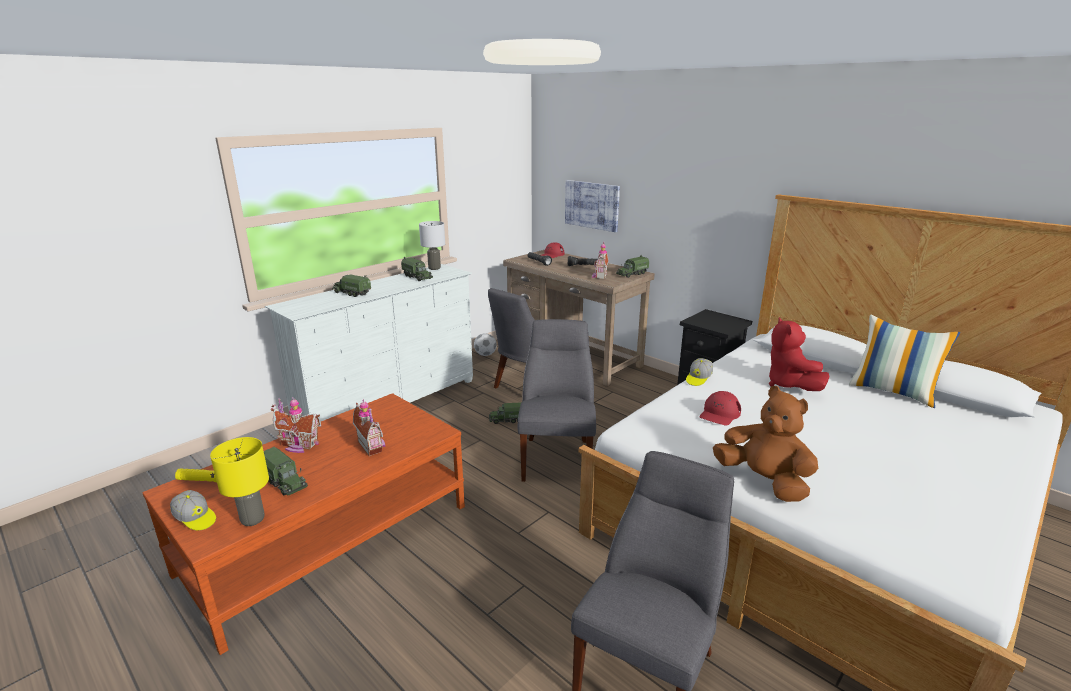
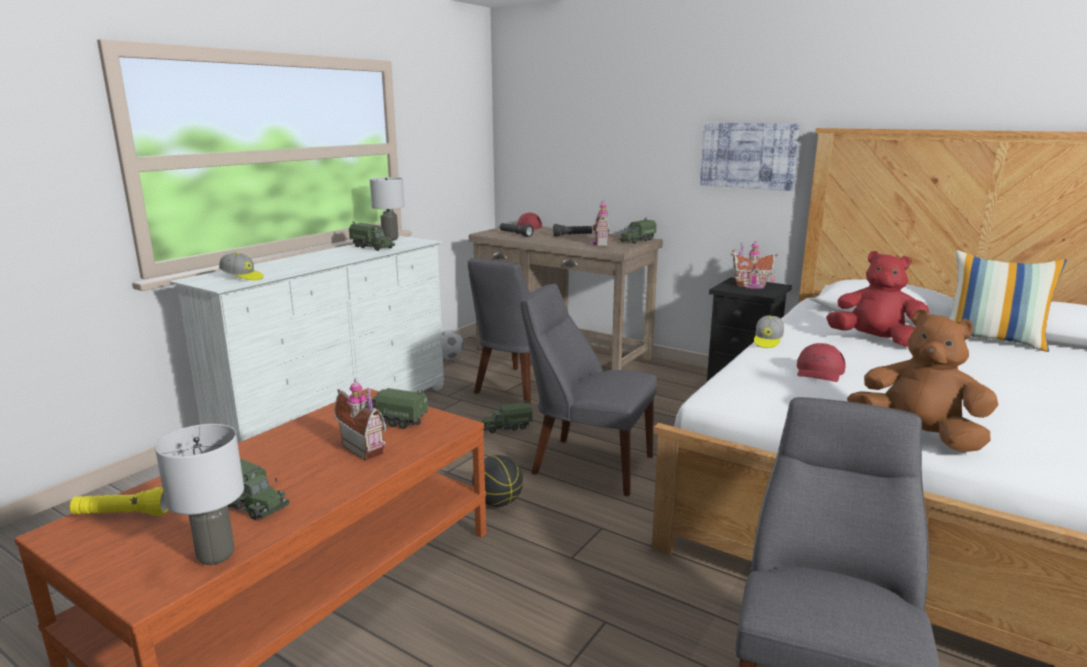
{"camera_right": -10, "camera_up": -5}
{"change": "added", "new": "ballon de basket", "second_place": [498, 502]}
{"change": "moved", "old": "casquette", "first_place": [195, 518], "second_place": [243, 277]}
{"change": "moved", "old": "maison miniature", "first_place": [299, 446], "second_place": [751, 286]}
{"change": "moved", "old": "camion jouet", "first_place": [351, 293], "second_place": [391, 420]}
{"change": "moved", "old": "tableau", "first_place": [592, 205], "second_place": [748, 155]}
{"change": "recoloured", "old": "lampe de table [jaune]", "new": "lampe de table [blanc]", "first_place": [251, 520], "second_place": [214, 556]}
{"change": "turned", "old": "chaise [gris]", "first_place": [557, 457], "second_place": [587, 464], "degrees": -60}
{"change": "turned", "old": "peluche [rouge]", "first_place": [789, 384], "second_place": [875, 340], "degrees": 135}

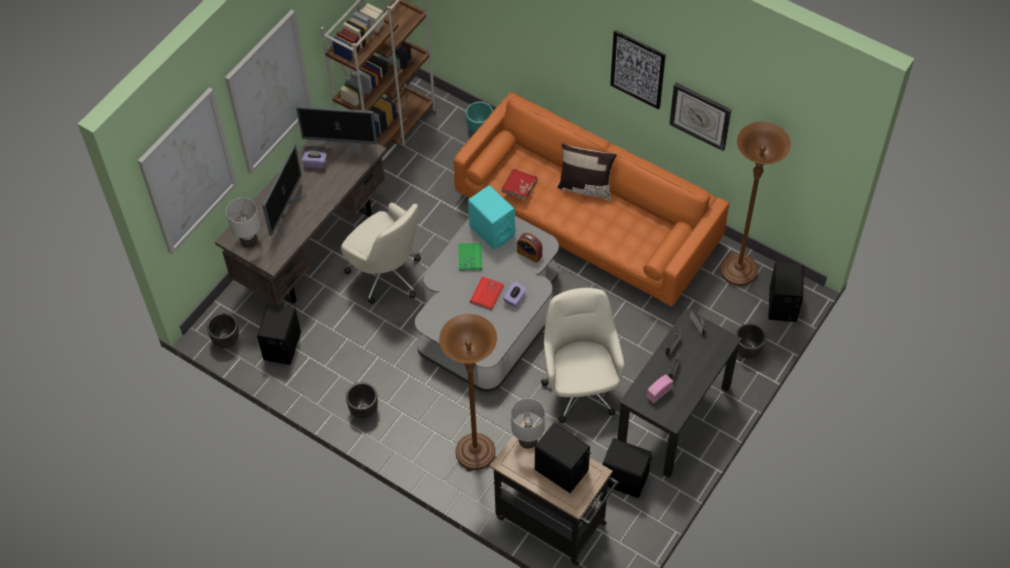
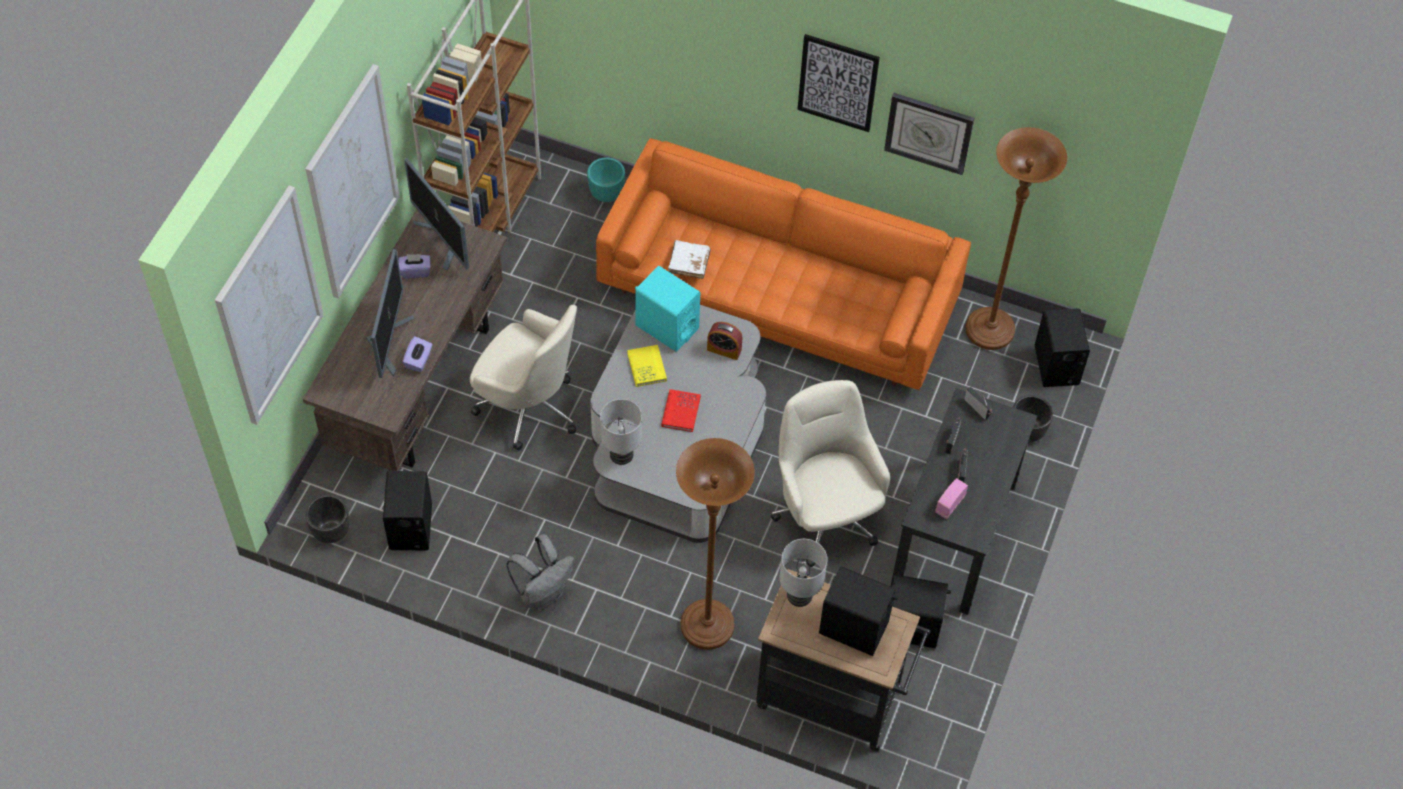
{"camera_right": -15, "camera_up": 0}
{"change": "removed", "old": "coussin", "first_place": [585, 188]}
{"change": "moved", "old": "lampe de table [gris]", "first_place": [248, 240], "second_place": [621, 454]}
{"change": "moved", "old": "boîte à mouchoirs [violet]", "first_place": [515, 298], "second_place": [419, 360]}
{"change": "replaced", "old": "cache-pot [noir]", "new": "sac à dos [gris]", "first_place": [364, 409], "second_place": [543, 593]}
{"change": "recoloured", "old": "livre [vert]", "new": "livre [jaune]", "first_place": [470, 258], "second_place": [646, 367]}
{"change": "recoloured", "old": "livre [rouge]", "new": "livre [blanc]", "first_place": [519, 188], "second_place": [688, 265]}
{"change": "turned", "old": "écran d'ordinateur", "first_place": [341, 145], "second_place": [444, 241], "degrees": 60}

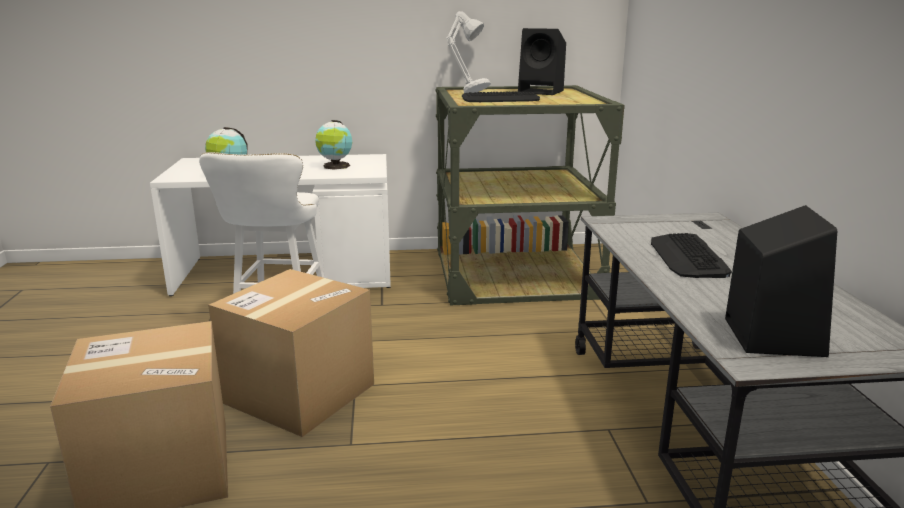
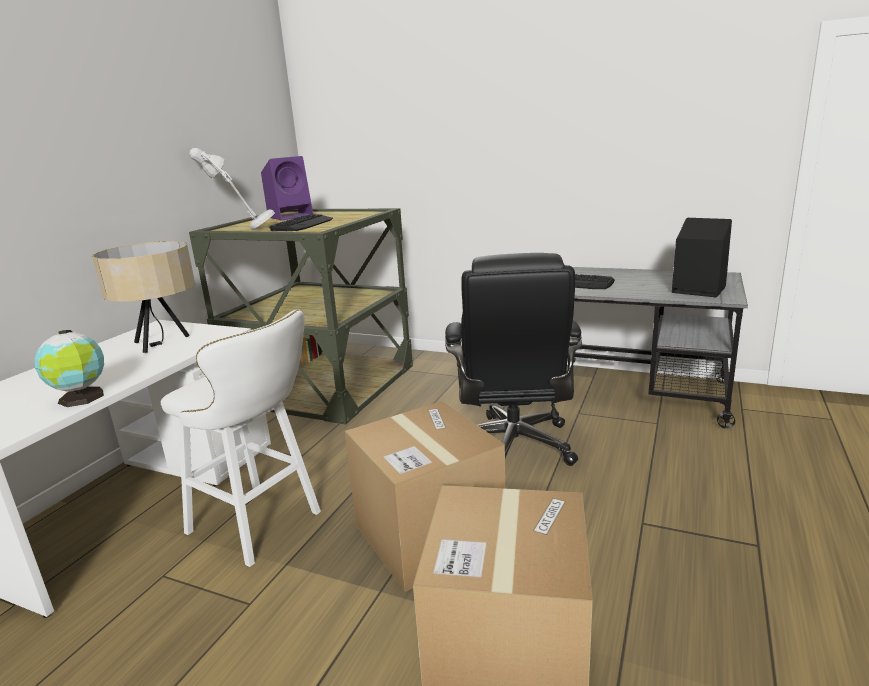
{"camera_right": -60, "camera_up": 0}
{"change": "added", "new": "chaise de bureau [noir]", "second_place": [513, 446]}
{"change": "replaced", "old": "globe", "new": "lampe de table [beige]", "first_place": [335, 166], "second_place": [162, 343]}
{"change": "recoloured", "old": "enceinte [noir]", "new": "enceinte [violet]", "first_place": [542, 92], "second_place": [291, 216]}

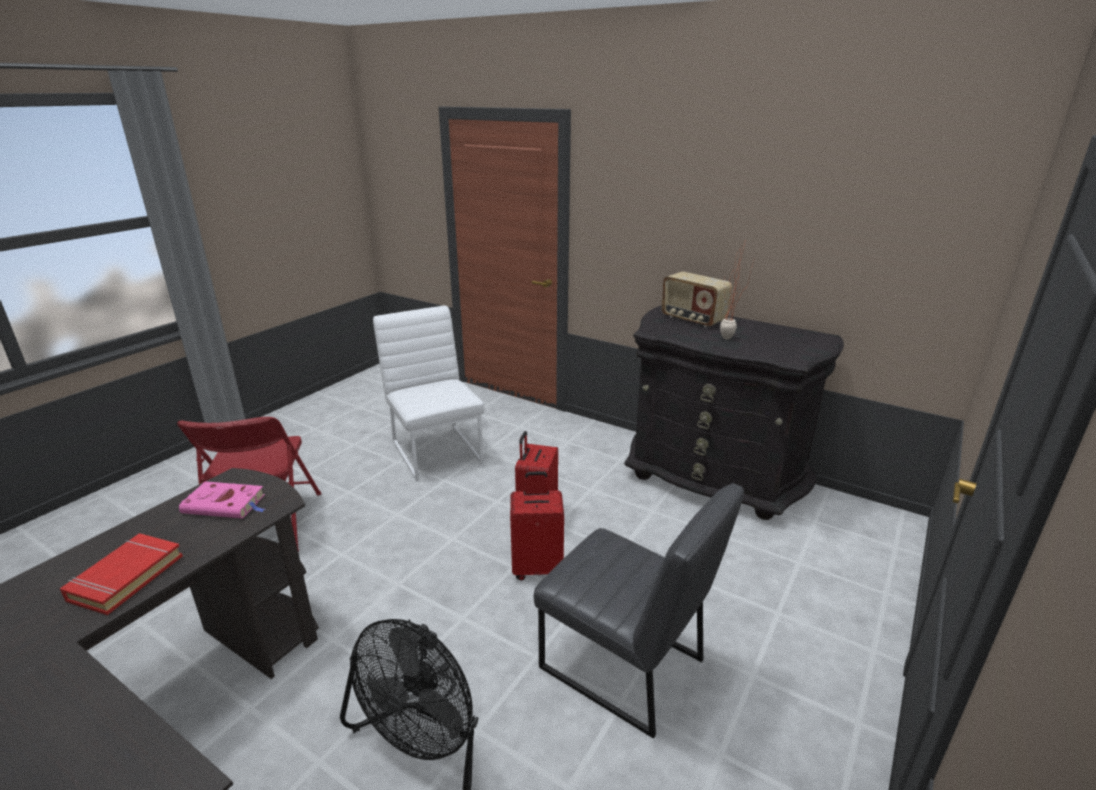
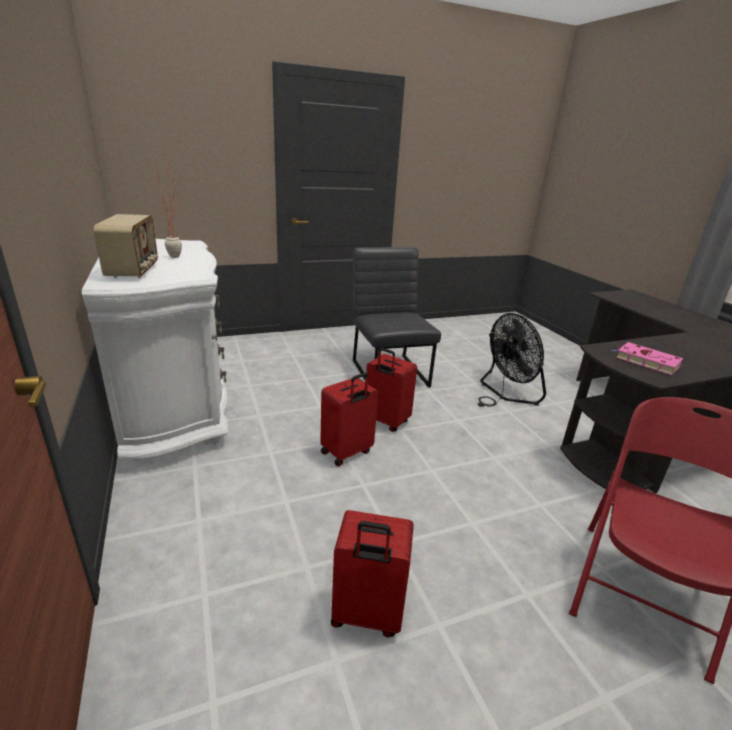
{"camera_right": -145, "camera_up": 0}
{"change": "removed", "old": "livre [rouge]", "first_place": [125, 577]}
{"change": "replaced", "old": "chaise [blanc]", "new": "valise [rouge]", "first_place": [436, 450], "second_place": [366, 615]}
{"change": "recoloured", "old": "commode [noir]", "new": "commode [blanc]", "first_place": [711, 480], "second_place": [176, 411]}

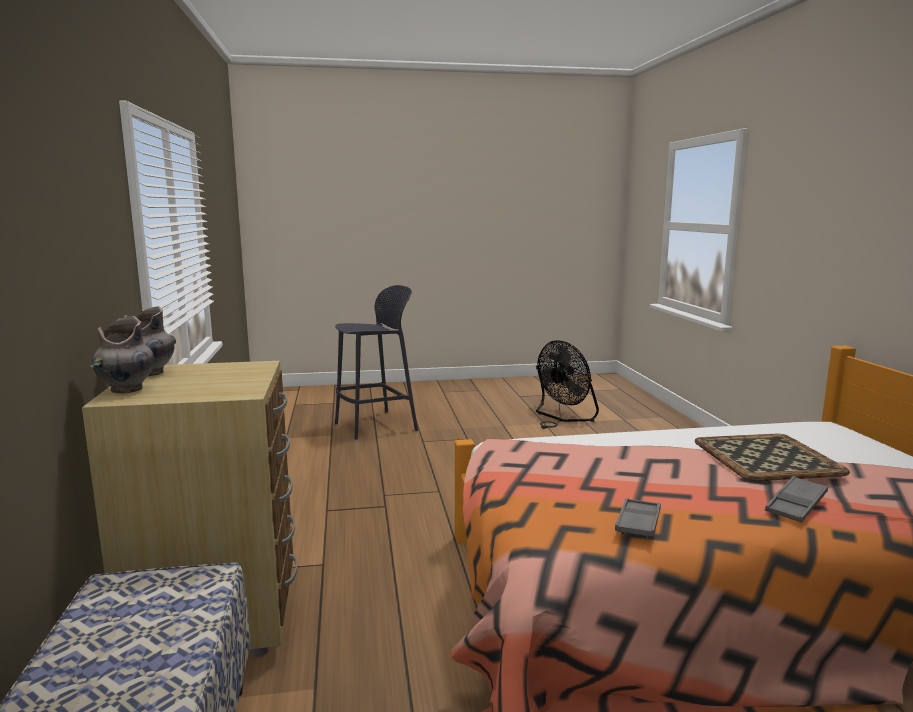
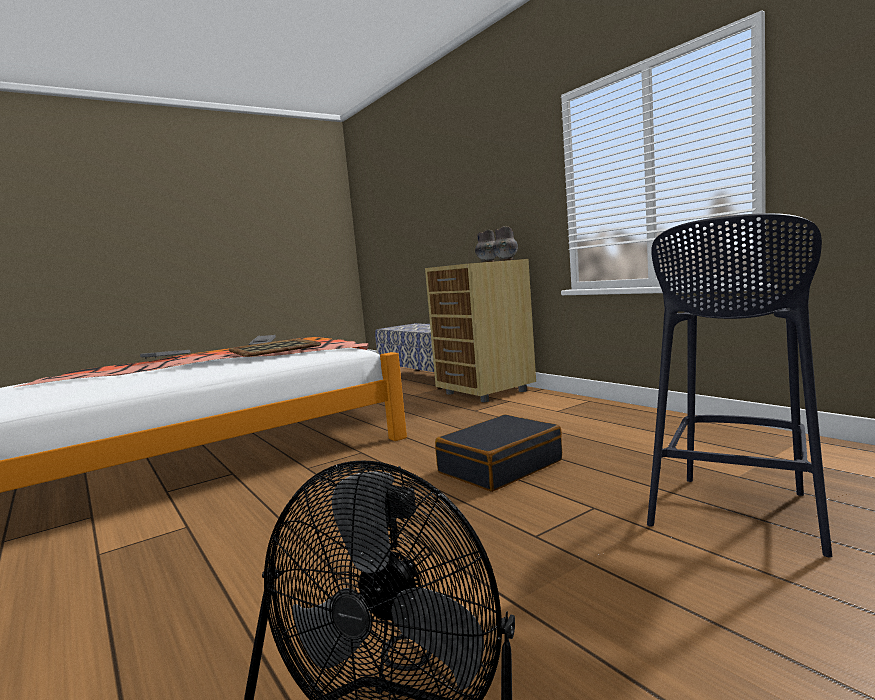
{"camera_right": 155, "camera_up": -5}
{"change": "added", "new": "valise [noir]", "second_place": [499, 467]}
{"change": "moved", "old": "plateau", "first_place": [767, 457], "second_place": [274, 348]}

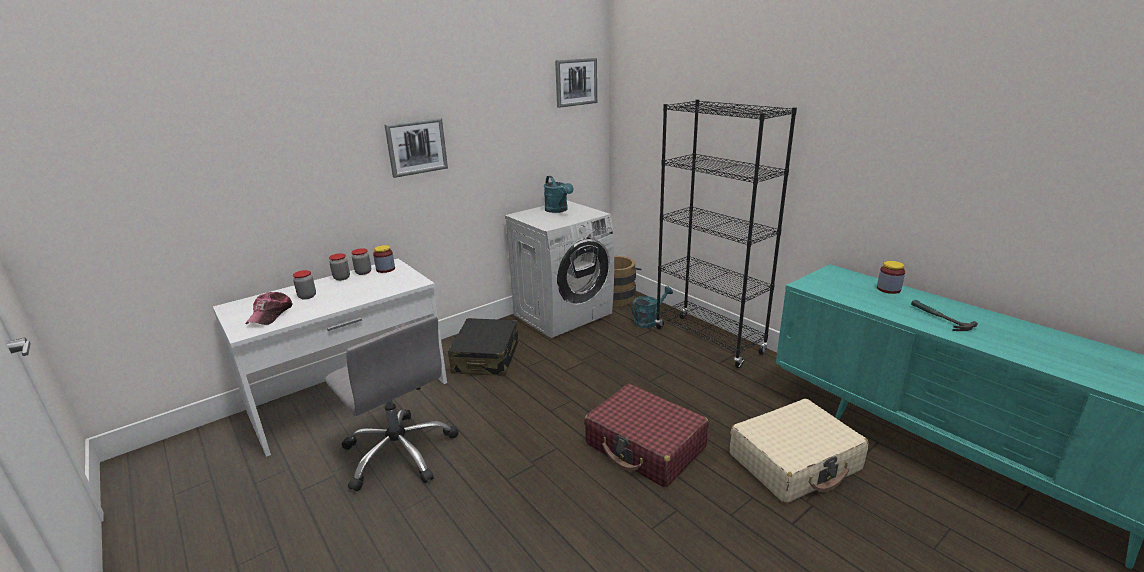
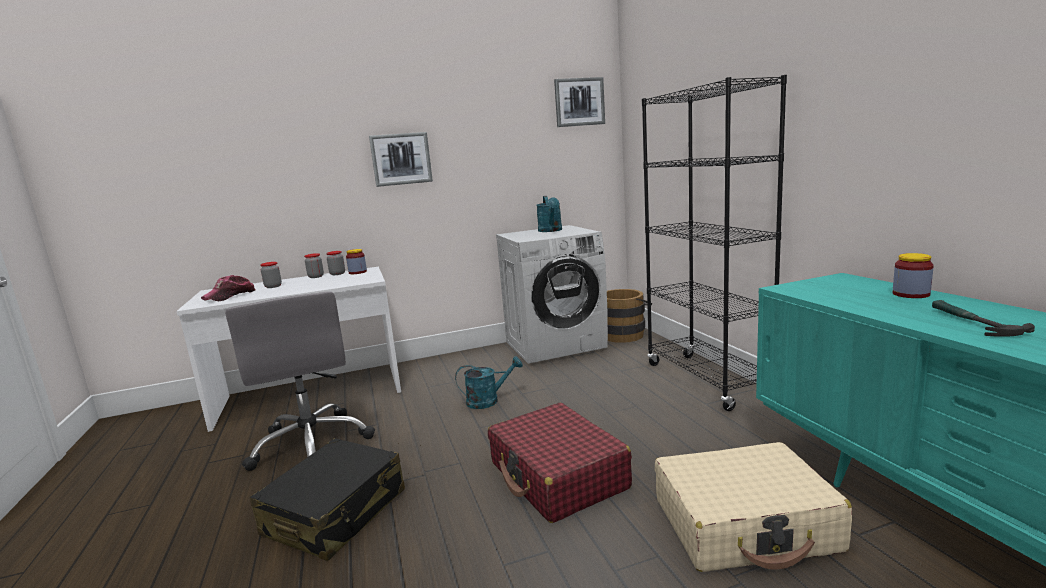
{"camera_right": 20, "camera_up": -10}
{"change": "moved", "old": "valise [noir]", "first_place": [486, 357], "second_place": [336, 513]}
{"change": "moved", "old": "arrosoir [turquoise]", "first_place": [648, 321], "second_place": [488, 401]}

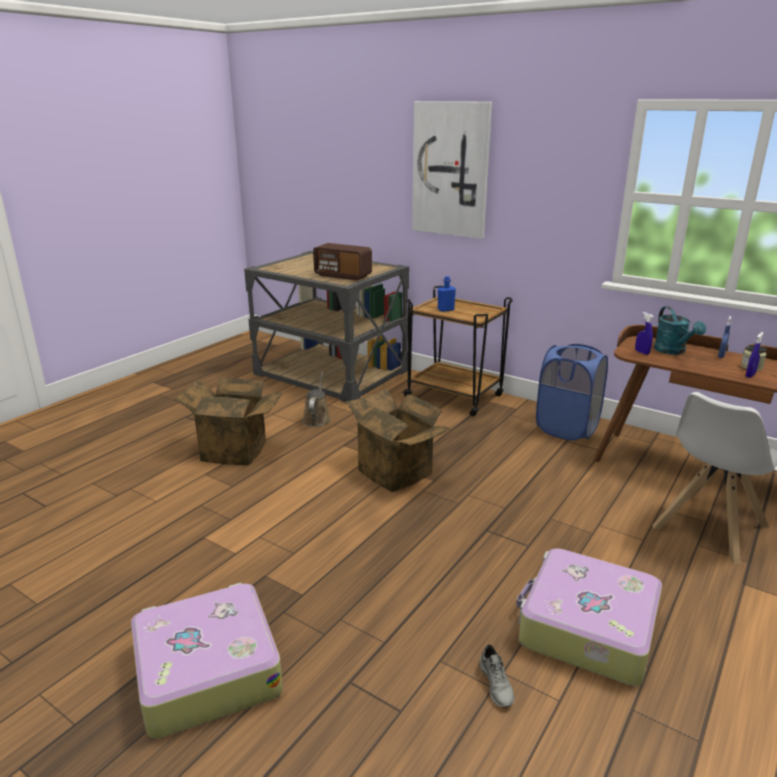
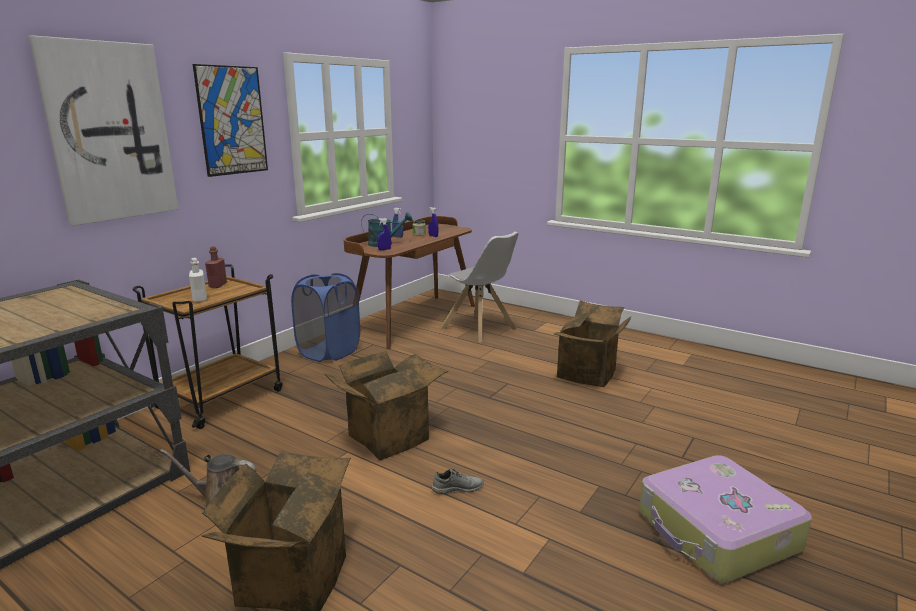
{"camera_right": -90, "camera_up": -5}
{"change": "removed", "old": "radio", "first_place": [343, 275]}
{"change": "added", "new": "tableau", "second_place": [232, 121]}
{"change": "added", "new": "bouteille [rouge]", "second_place": [218, 285]}
{"change": "moved", "old": "chaussure [gris]", "first_place": [496, 684], "second_place": [457, 488]}
{"change": "replaced", "old": "valise", "new": "carton", "first_place": [586, 628], "second_place": [589, 374]}
{"change": "recoloured", "old": "bouteille [bleu]", "new": "bouteille [blanc]", "first_place": [445, 309], "second_place": [200, 299]}

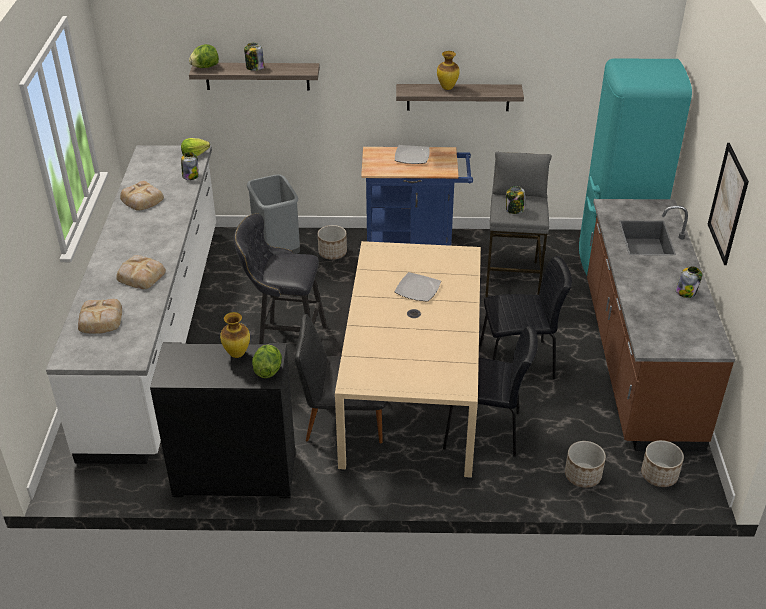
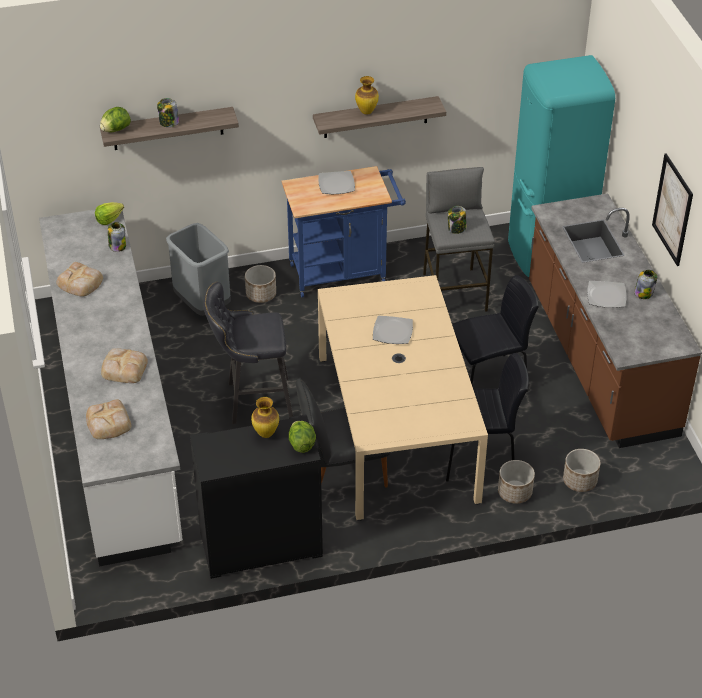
{"camera_right": -15, "camera_up": 5}
{"change": "added", "new": "assiette", "second_place": [606, 296]}
{"change": "moved", "old": "cache-pot", "first_place": [659, 475], "second_place": [515, 492]}

